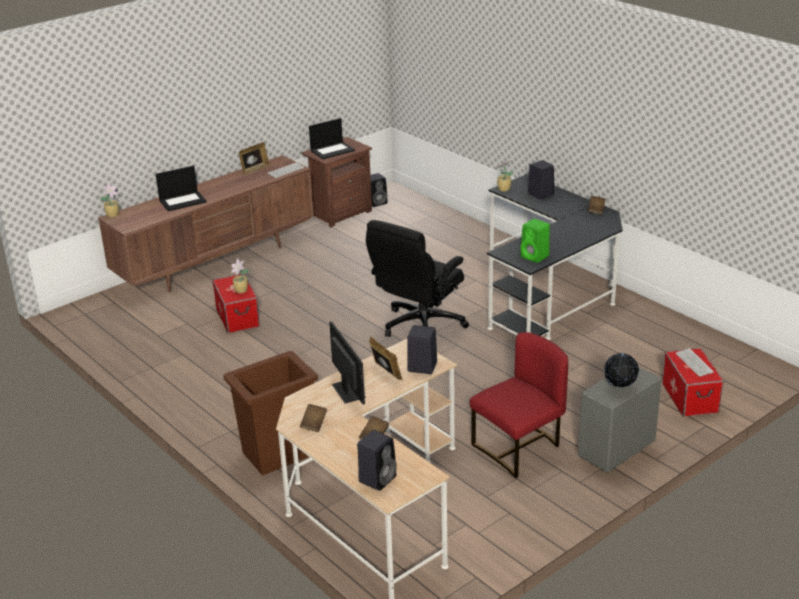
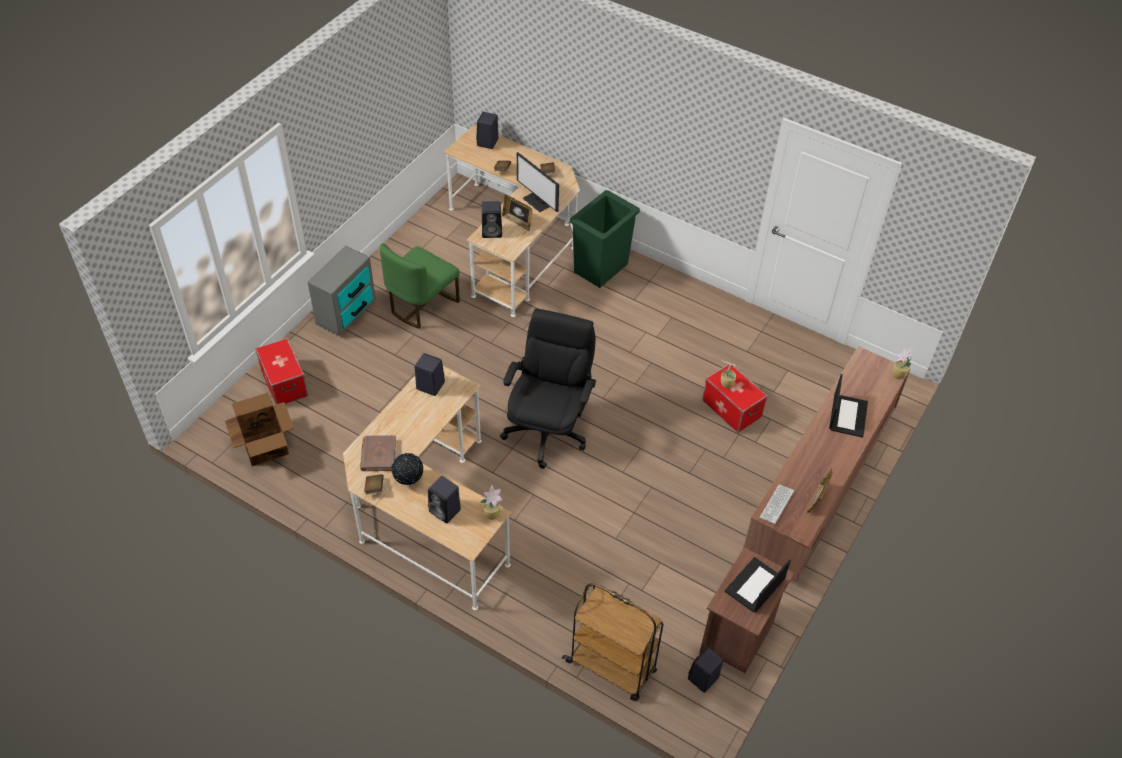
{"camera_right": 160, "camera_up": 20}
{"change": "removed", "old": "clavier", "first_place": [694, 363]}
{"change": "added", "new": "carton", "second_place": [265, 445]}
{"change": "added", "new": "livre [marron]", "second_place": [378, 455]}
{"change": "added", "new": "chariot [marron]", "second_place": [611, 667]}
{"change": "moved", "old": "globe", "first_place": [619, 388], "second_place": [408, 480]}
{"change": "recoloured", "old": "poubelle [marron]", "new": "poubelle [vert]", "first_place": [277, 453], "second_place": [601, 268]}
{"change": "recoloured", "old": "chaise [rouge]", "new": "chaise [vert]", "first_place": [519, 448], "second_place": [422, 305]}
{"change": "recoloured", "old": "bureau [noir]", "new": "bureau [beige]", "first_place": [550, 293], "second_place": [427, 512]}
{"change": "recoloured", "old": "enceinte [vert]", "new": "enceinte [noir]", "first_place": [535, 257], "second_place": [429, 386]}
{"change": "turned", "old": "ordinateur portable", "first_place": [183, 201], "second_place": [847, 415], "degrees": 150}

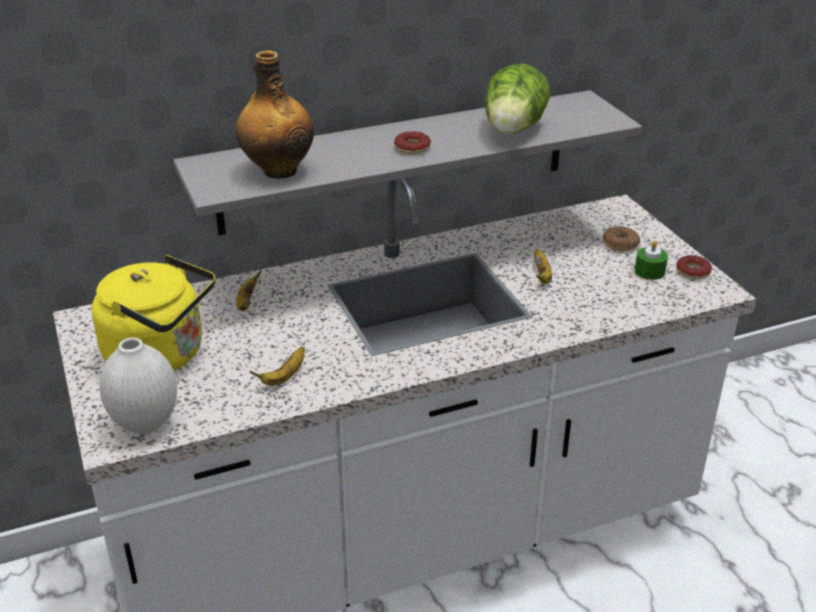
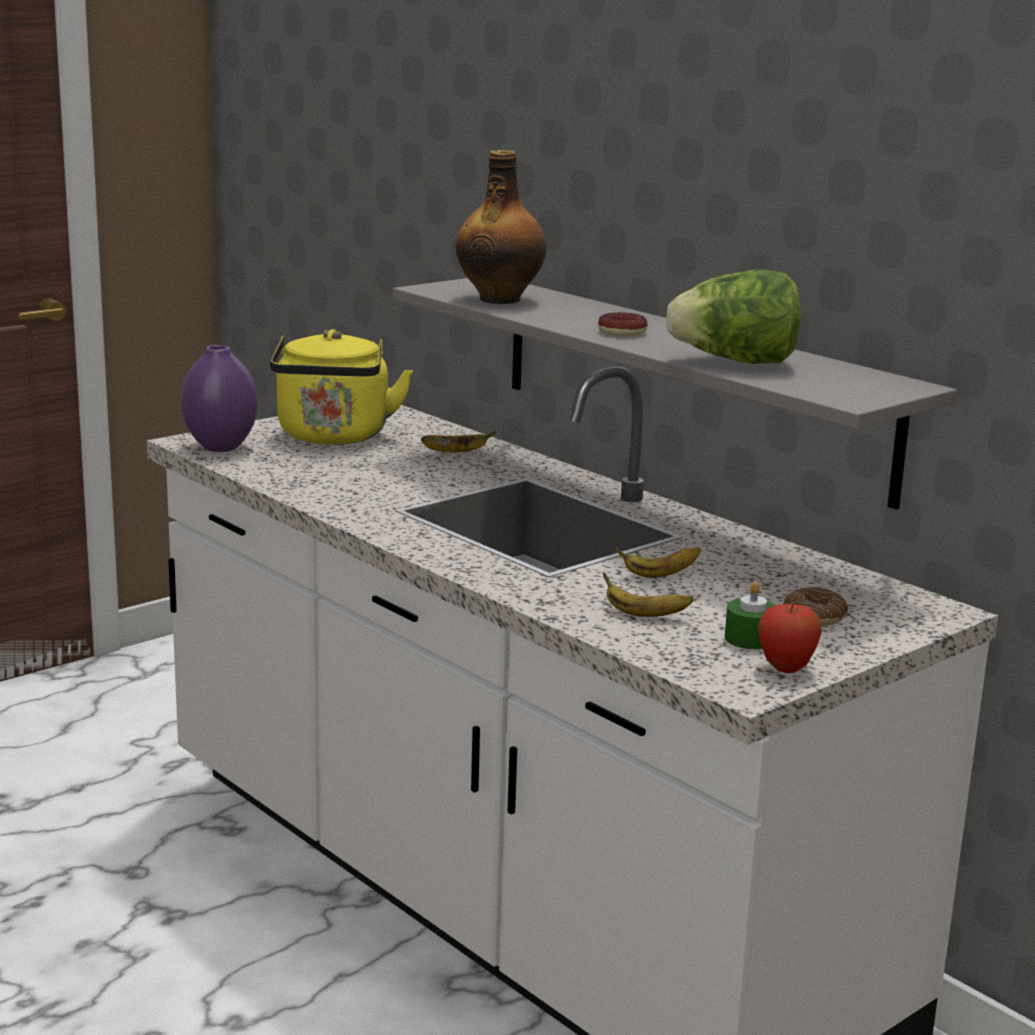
{"camera_right": 70, "camera_up": -15}
{"change": "moved", "old": "banane", "first_place": [284, 377], "second_place": [643, 614]}
{"change": "replaced", "old": "beignet", "new": "pomme", "first_place": [692, 271], "second_place": [786, 668]}
{"change": "recoloured", "old": "vase [blanc]", "new": "vase [violet]", "first_place": [145, 423], "second_place": [221, 447]}

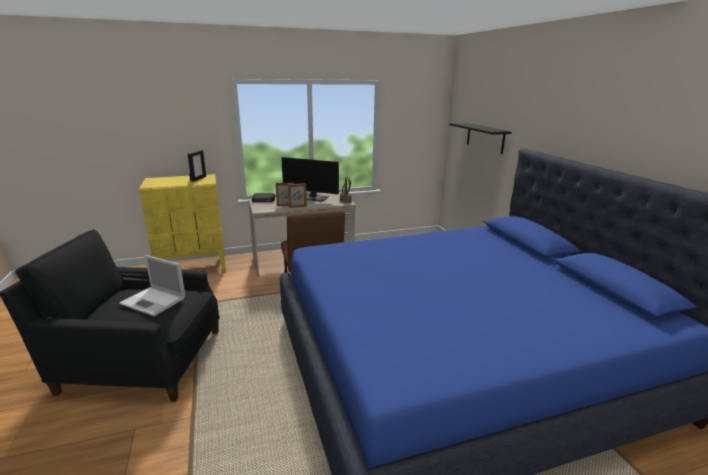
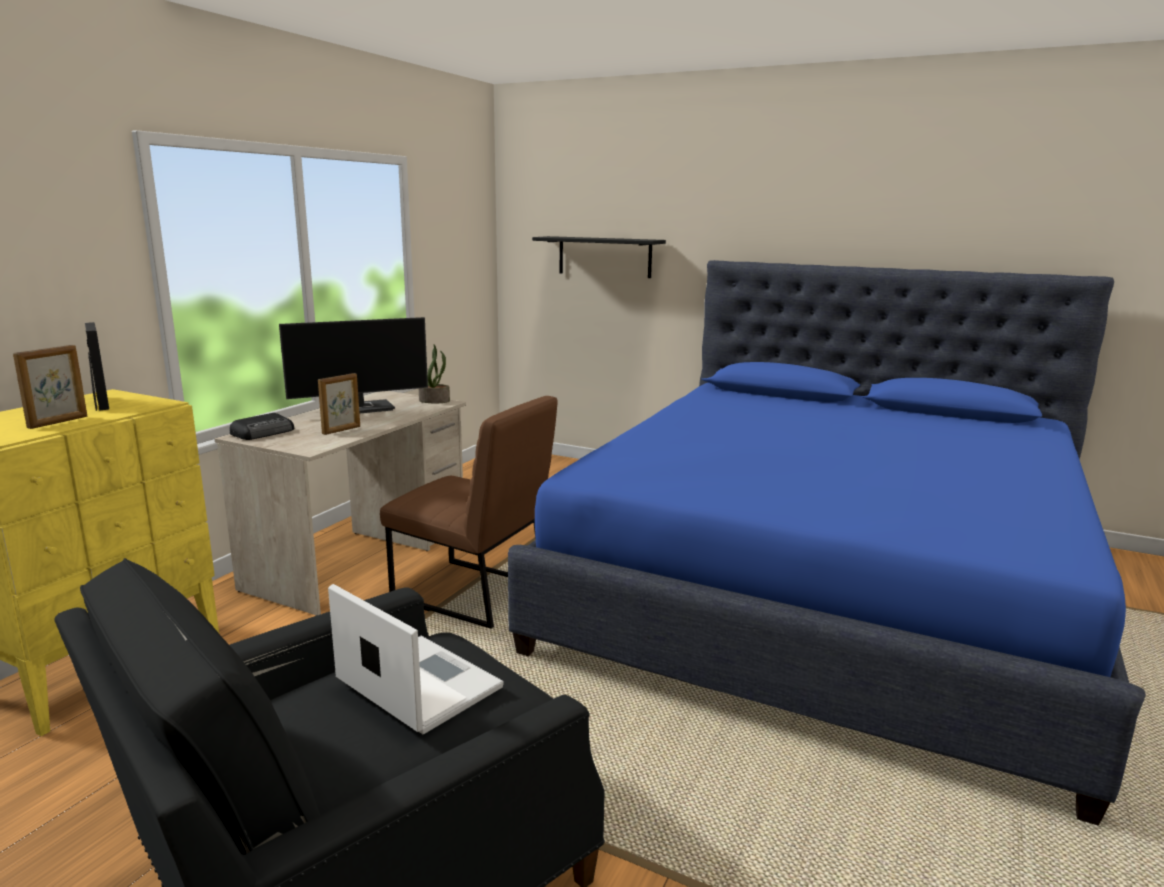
{"camera_right": -45, "camera_up": -5}
{"change": "moved", "old": "cadre photo", "first_place": [298, 207], "second_place": [59, 422]}
{"change": "turned", "old": "ordinateur portable", "first_place": [154, 301], "second_place": [416, 683], "degrees": -120}

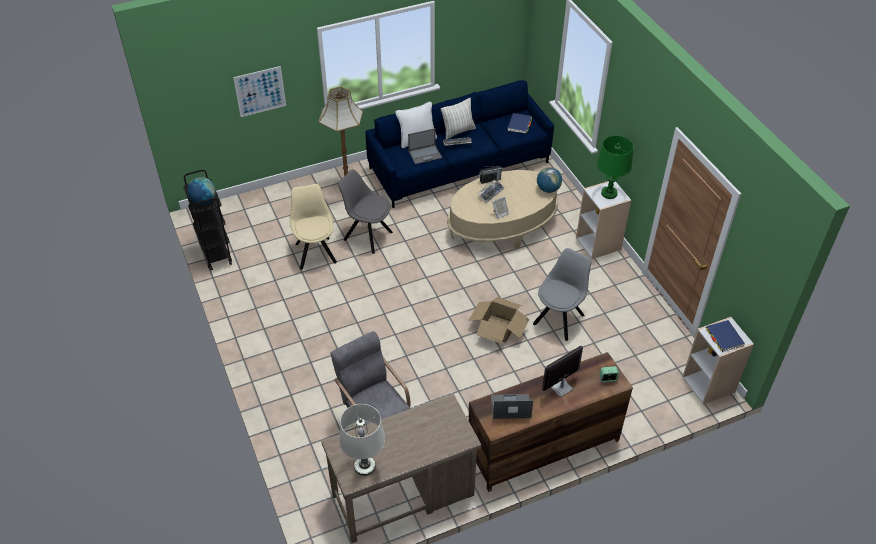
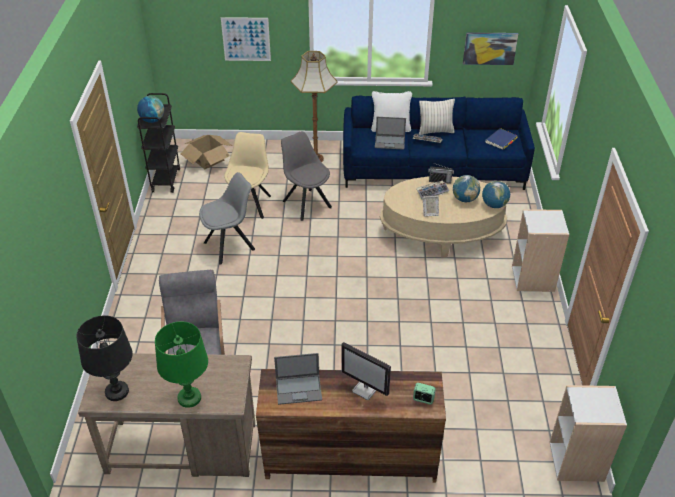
{"camera_right": 25, "camera_up": -5}
{"change": "removed", "old": "livre [bleu]", "first_place": [724, 337]}
{"change": "added", "new": "globe", "second_place": [465, 199]}
{"change": "added", "new": "tableau", "second_place": [489, 48]}
{"change": "moved", "old": "carton", "first_place": [498, 328], "second_place": [208, 159]}
{"change": "moved", "old": "chaise [gris]", "first_place": [559, 319], "second_place": [230, 246]}
{"change": "moved", "old": "lampe de table [vert]", "first_place": [609, 193], "second_place": [189, 398]}
{"change": "recoloured", "old": "lampe de table [blanc]", "new": "lampe de table [noir]", "first_place": [364, 466], "second_place": [116, 392]}
{"change": "turned", "old": "ordinateur portable", "first_place": [510, 407], "second_place": [299, 389], "degrees": 150}
{"change": "turned", "old": "écran d'ordinateur", "first_place": [561, 388], "second_place": [365, 389], "degrees": -135}

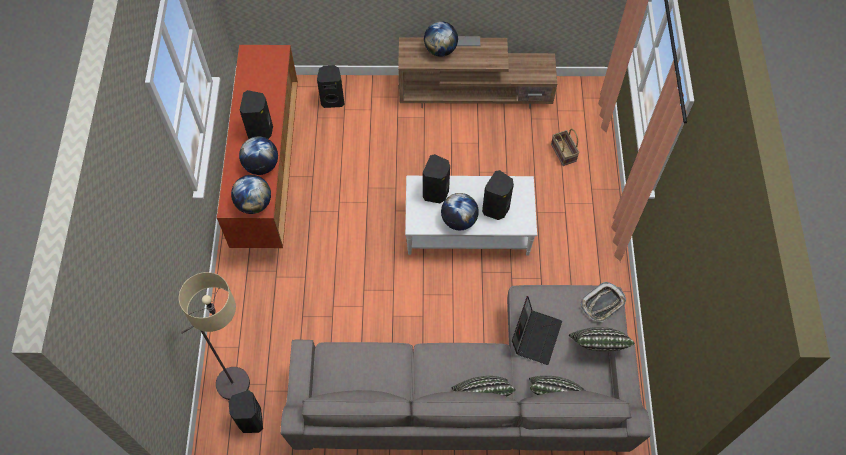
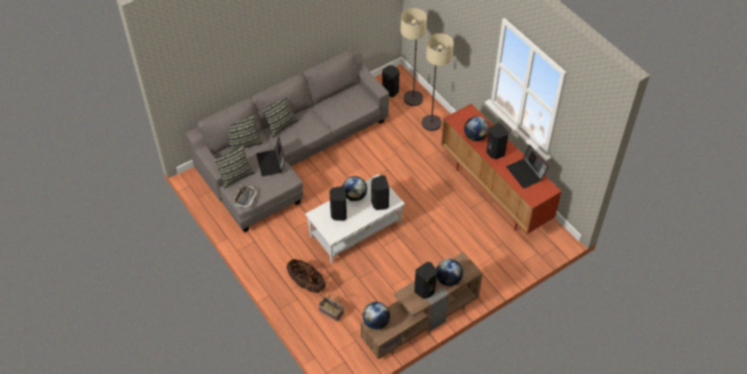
{"camera_right": 145, "camera_up": -10}
{"change": "added", "new": "panier", "second_place": [306, 283]}
{"change": "added", "new": "lampadaire [beige]", "second_place": [433, 128]}
{"change": "added", "new": "ordinateur portable", "second_place": [526, 173]}
{"change": "moved", "old": "globe", "first_place": [254, 203], "second_place": [376, 322]}
{"change": "moved", "old": "enceinte [noir]", "first_place": [332, 100], "second_place": [425, 291]}

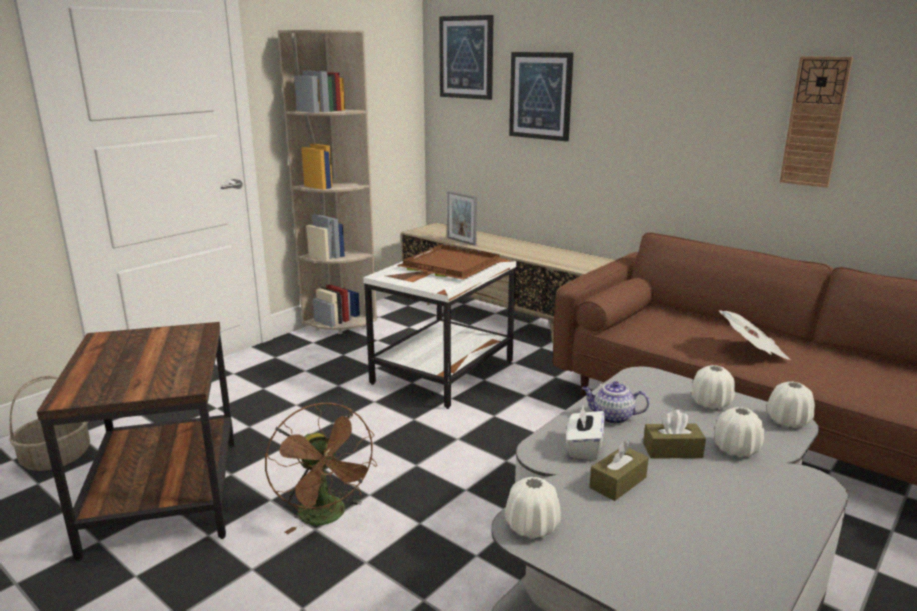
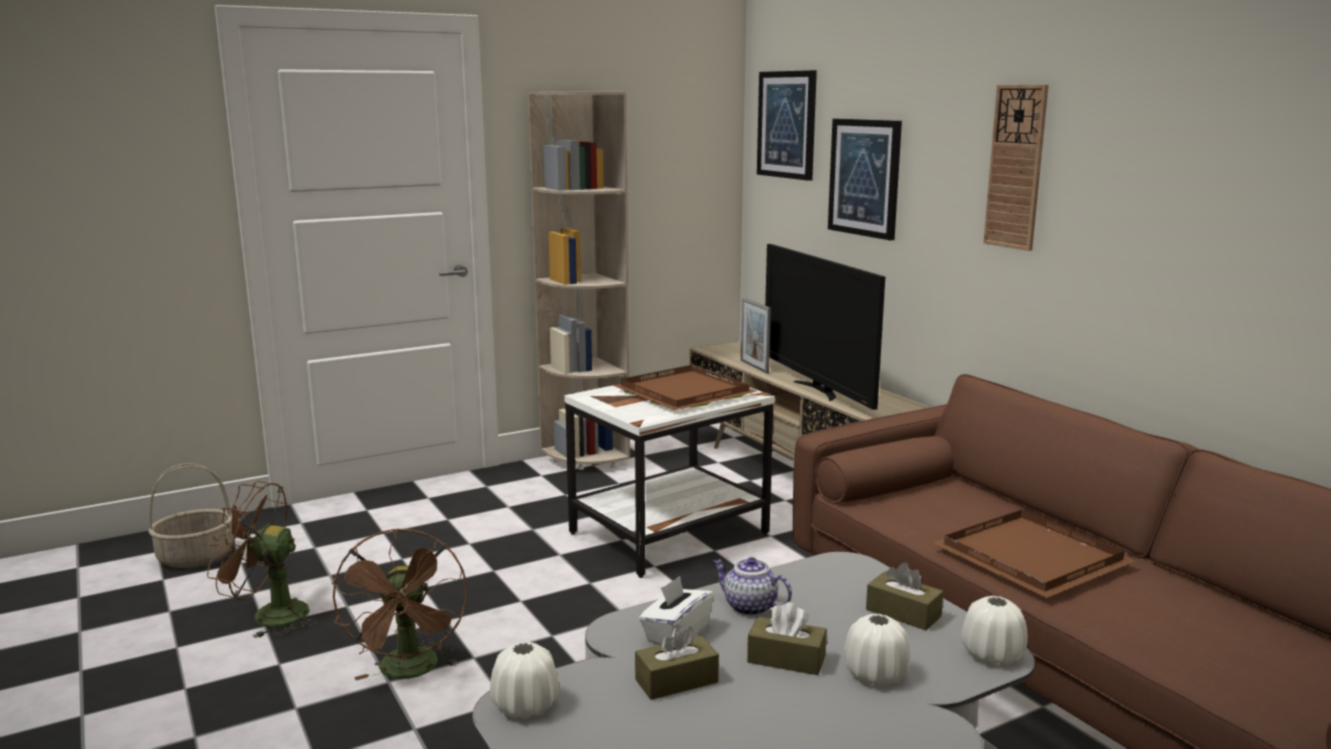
{"camera_right": 20, "camera_up": -5}
{"change": "added", "new": "téléviseur", "second_place": [818, 390]}
{"change": "moved", "old": "horloge murale", "first_place": [814, 122], "second_place": [1016, 167]}
{"change": "replaced", "old": "table d'appoint [marron]", "new": "ventilateur [marron]", "first_place": [166, 496], "second_place": [268, 616]}
{"change": "replaced", "old": "vase [blanc]", "new": "boîte à mouchoirs [marron]", "first_place": [711, 403], "second_place": [903, 613]}
{"change": "replaced", "old": "journal", "new": "plateau [marron]", "first_place": [751, 351], "second_place": [1035, 558]}

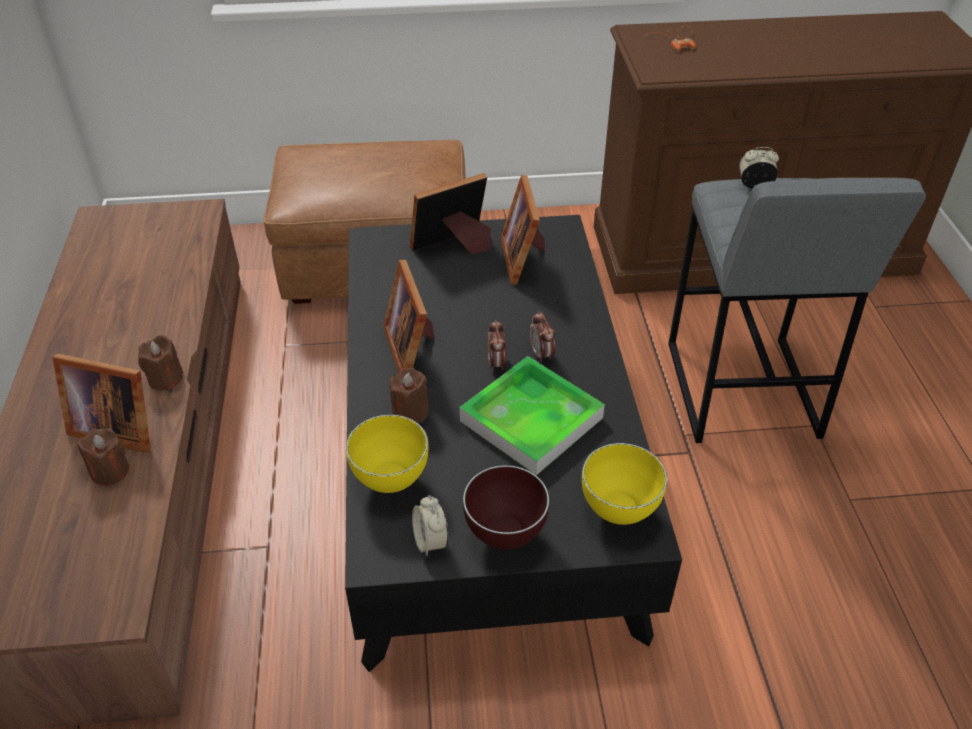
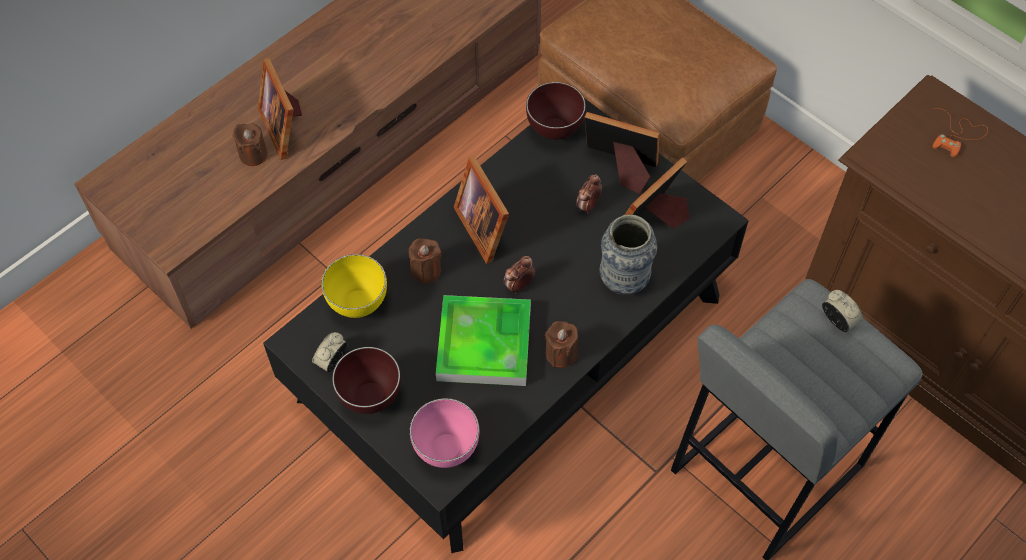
{"camera_right": 50, "camera_up": 15}
{"change": "added", "new": "bol [marron]", "second_place": [553, 131]}
{"change": "added", "new": "vase", "second_place": [623, 281]}
{"change": "moved", "old": "bougie [marron]", "first_place": [165, 379], "second_place": [561, 353]}
{"change": "moved", "old": "réveil", "first_place": [541, 354], "second_place": [588, 206]}
{"change": "recoloured", "old": "bol [jaune]", "new": "bol [rose]", "first_place": [619, 511], "second_place": [448, 449]}
{"change": "turned", "old": "cadre photo", "first_place": [412, 348], "second_place": [485, 226], "degrees": -60}

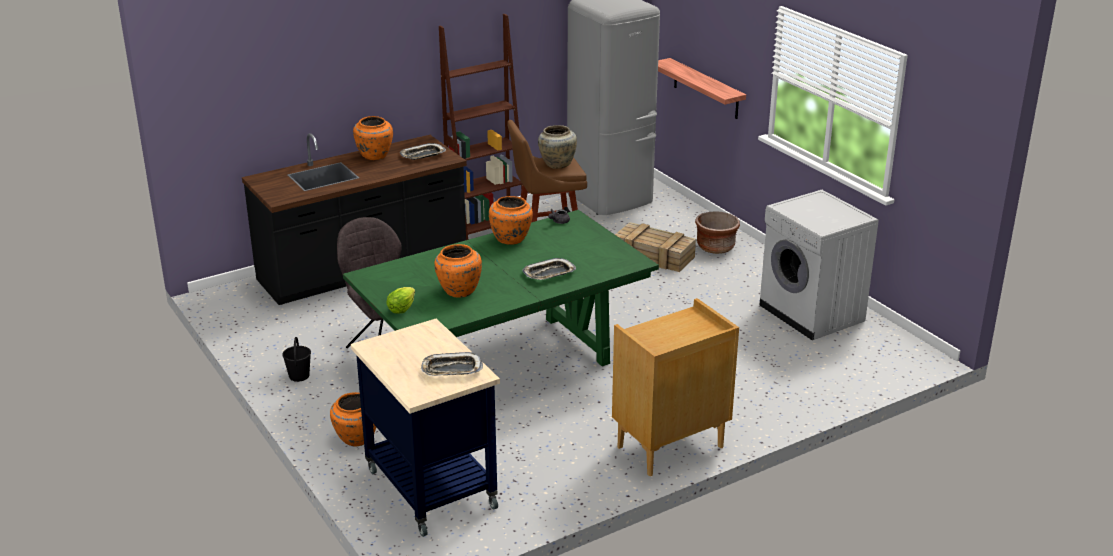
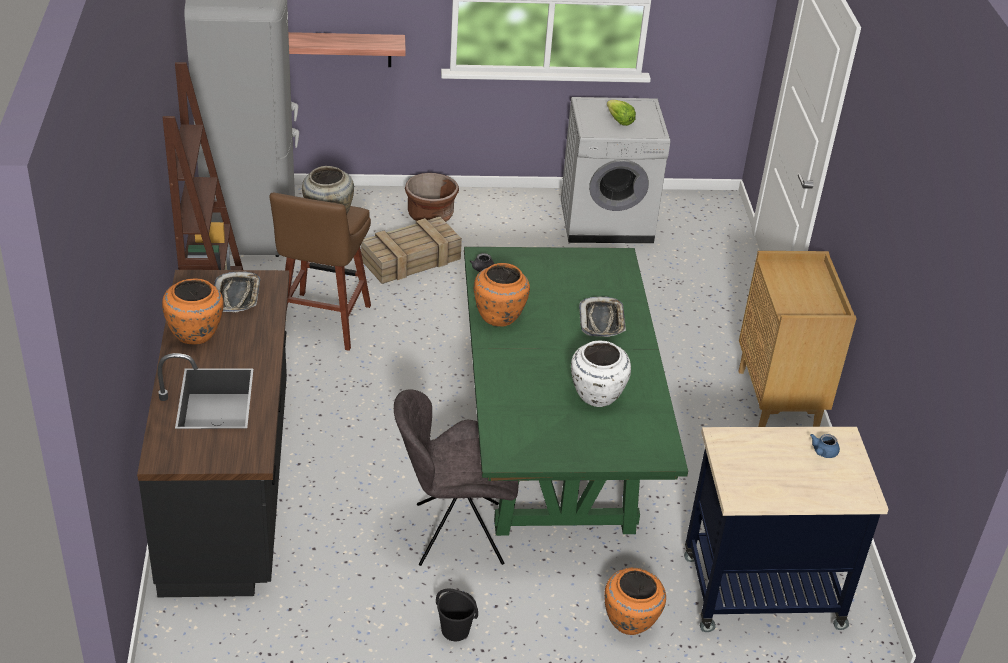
{"camera_right": -65, "camera_up": 10}
{"change": "moved", "old": "laitue", "first_place": [401, 309], "second_place": [619, 121]}
{"change": "replaced", "old": "plateau", "new": "théière [bleu]", "first_place": [451, 369], "second_place": [823, 453]}
{"change": "recoloured", "old": "vase [orange]", "new": "vase [blanc]", "first_place": [458, 291], "second_place": [596, 396]}

